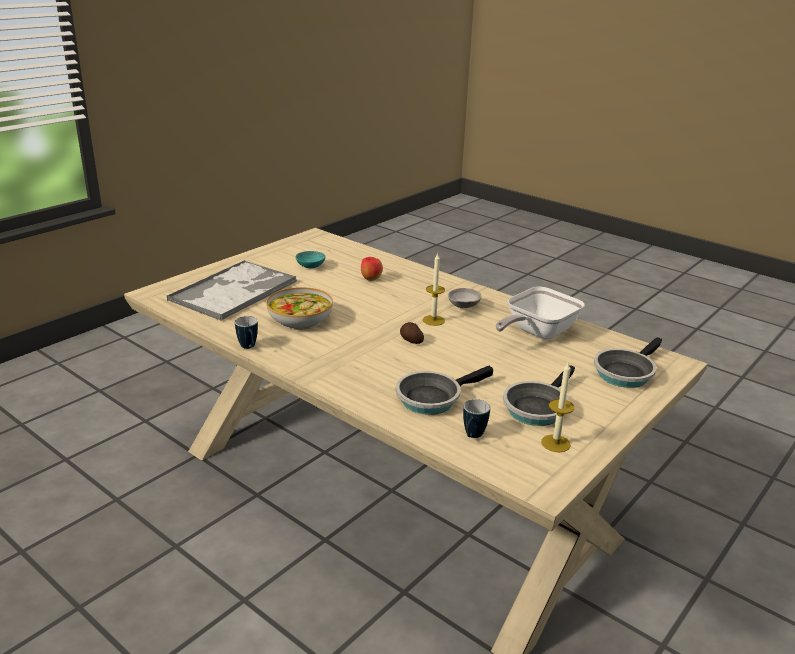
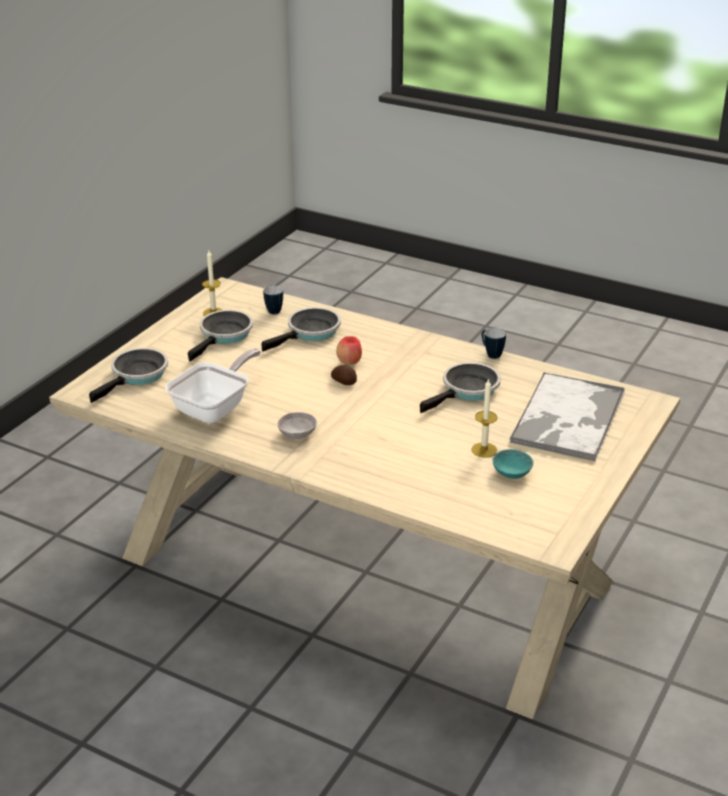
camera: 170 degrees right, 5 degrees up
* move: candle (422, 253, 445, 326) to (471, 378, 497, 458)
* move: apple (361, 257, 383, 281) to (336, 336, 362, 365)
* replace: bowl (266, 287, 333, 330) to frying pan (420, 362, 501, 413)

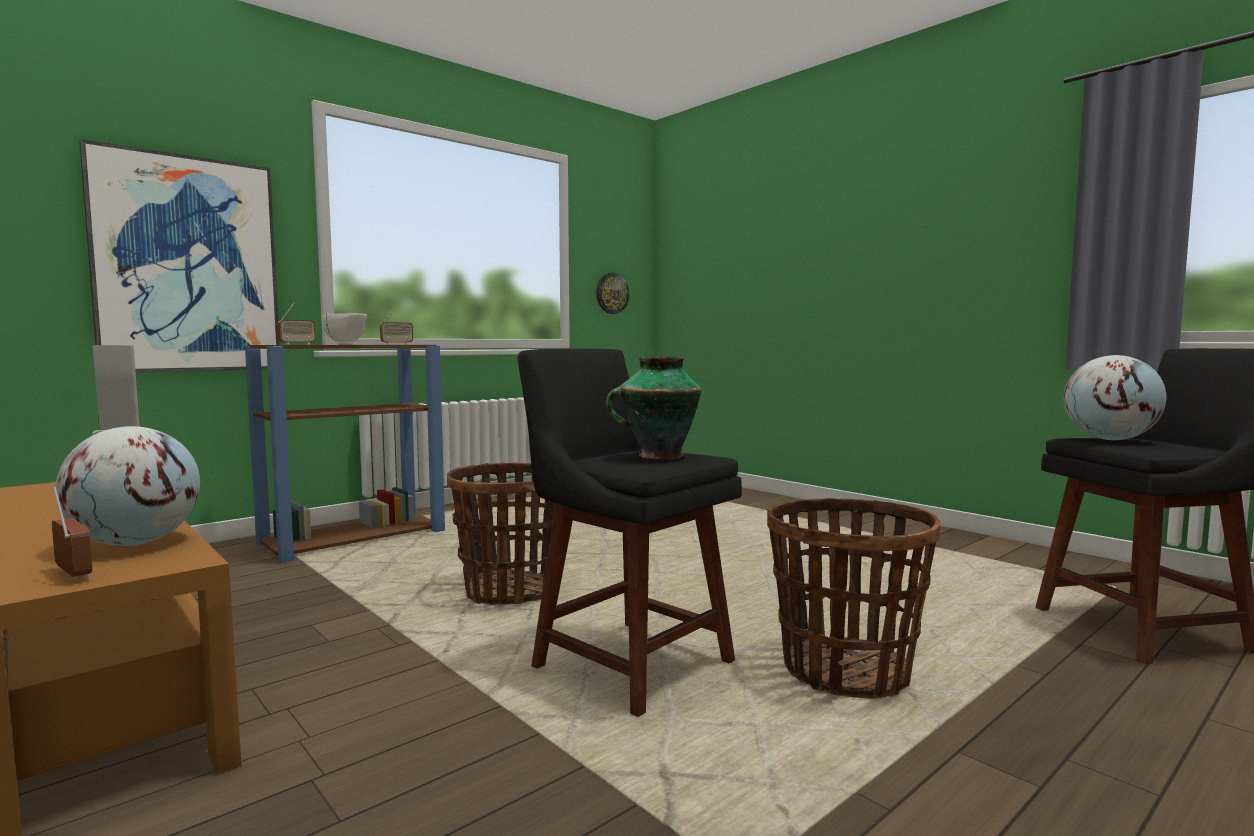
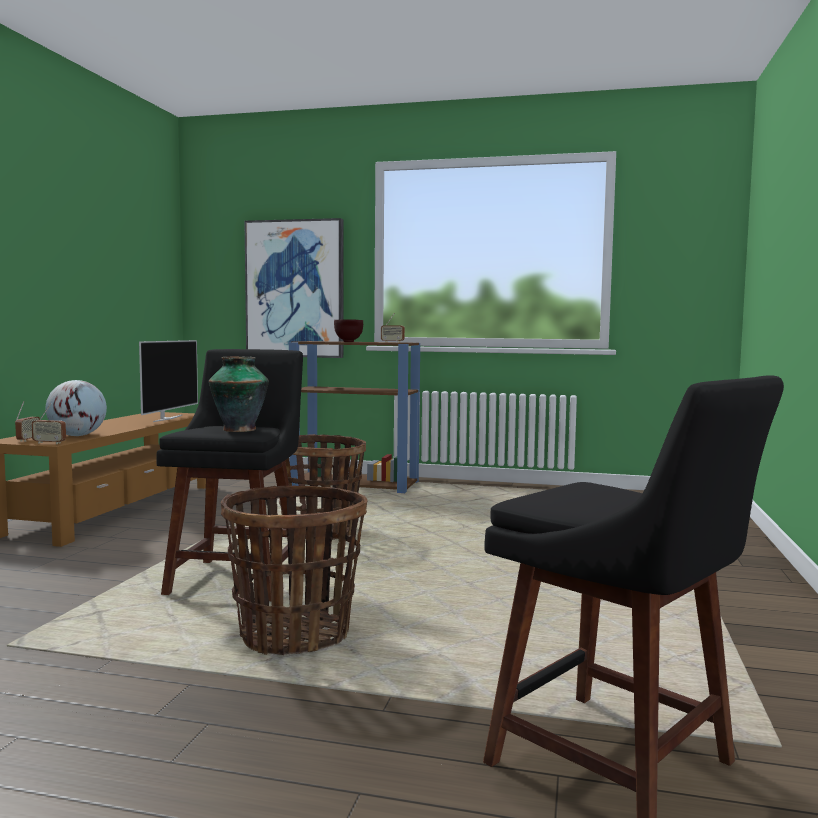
camera: 55 degrees right, 0 degrees up
* delete: wall clock (596, 272, 629, 314)
* move: radio (277, 302, 316, 345) to (32, 403, 66, 444)
* recolor: bowl in white (322, 313, 367, 345) to bowl in brown (334, 319, 363, 342)
* delete: globe (1064, 355, 1167, 440)

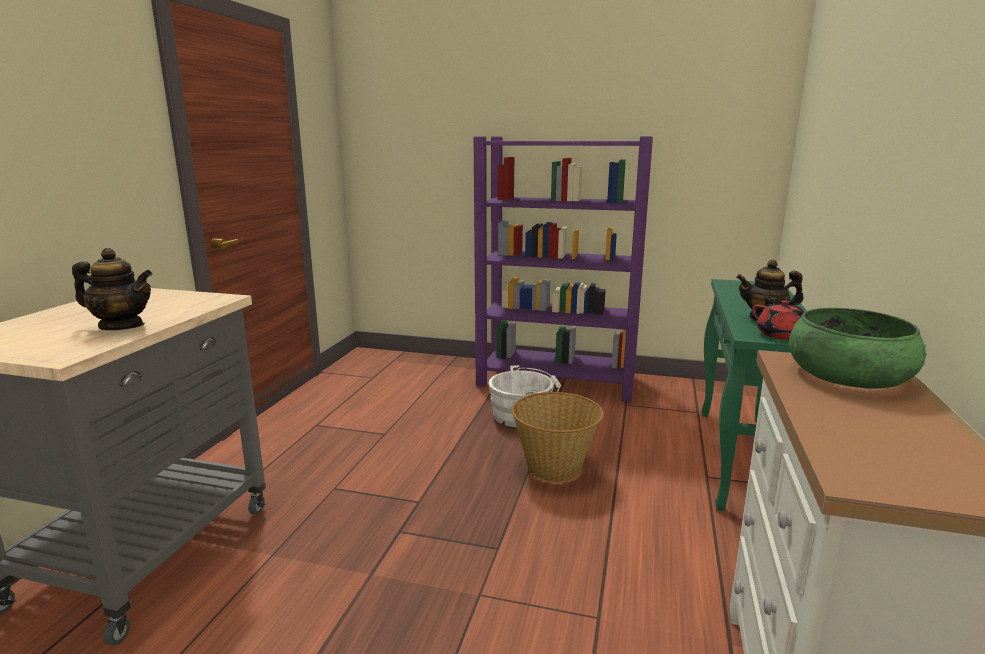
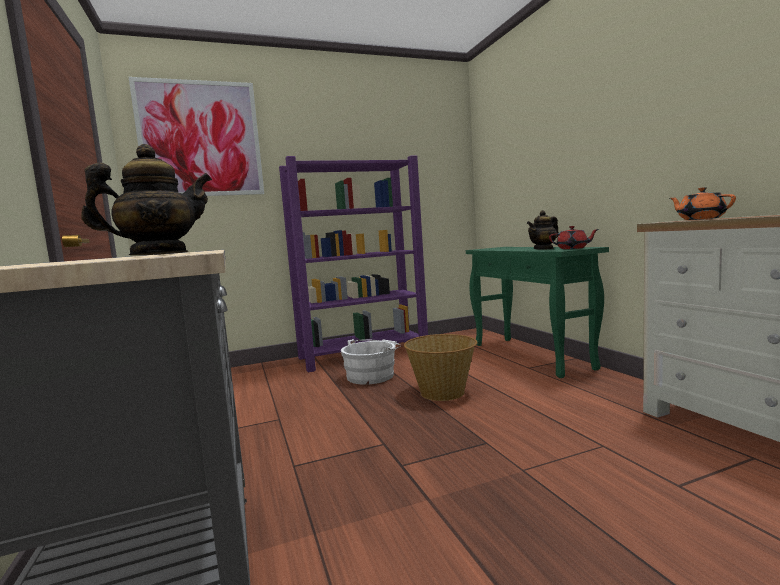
camera: 35 degrees left, 10 degrees down
* replace: bowl in green (789, 308, 927, 389) to teapot in orange (670, 187, 736, 220)
* insert: picture (129, 77, 264, 196)

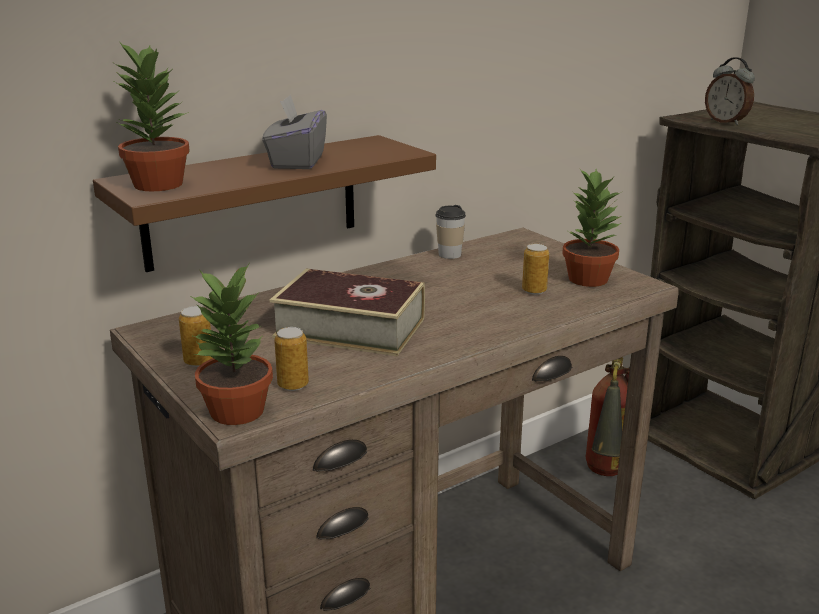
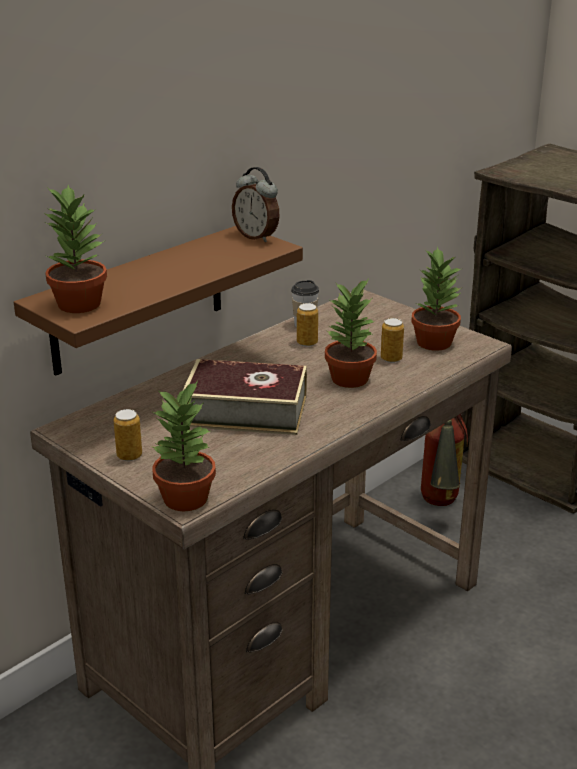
camera: 10 degrees left, 5 degrees up
* move: alarm clock (705, 57, 755, 125) to (232, 167, 279, 242)
* delete: tissue box in grey (262, 95, 327, 169)
* move: can (274, 327, 309, 391) to (297, 303, 318, 347)
* insert: potted plant (325, 279, 377, 388)

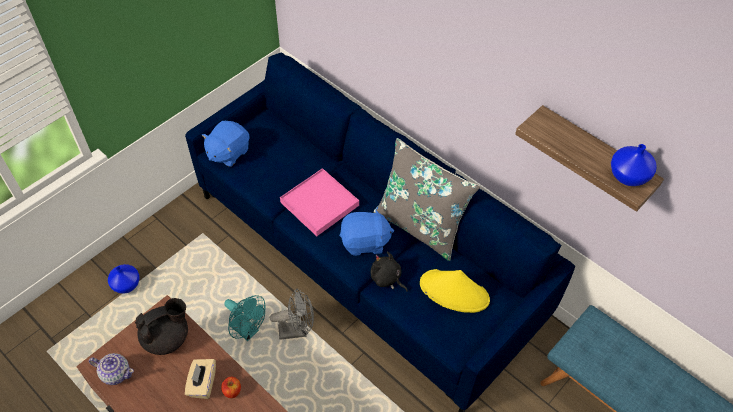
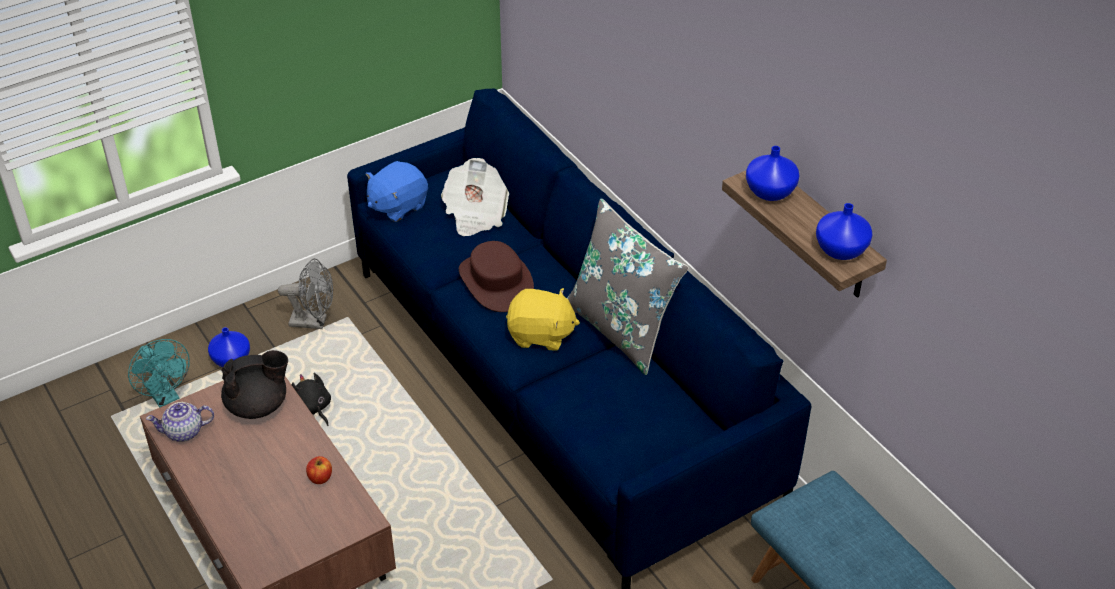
camera: 15 degrees right, 10 degrees down
* replace: tray in pink (280, 168, 359, 236) to hat in brown (459, 241, 534, 312)
* recolor: plush toy in blue (340, 207, 394, 256) to plush toy in yellow (506, 288, 580, 351)
* move: plush toy in black (371, 251, 408, 292) to (291, 373, 331, 426)
* delete: hat in yellow (420, 269, 490, 313)
* move: fan in grey (270, 289, 314, 340) to (278, 258, 333, 329)
* move: fan in turquoise (224, 295, 265, 341) to (128, 339, 190, 408)
* rotate: teapot (89, 353, 134, 385) = (146, 402, 214, 442) 135 degrees clockwise
* delete: tissue box in beige (185, 359, 216, 399)
* insert: vase in blue (746, 146, 799, 201)
* insert: newspaper (441, 158, 509, 236)

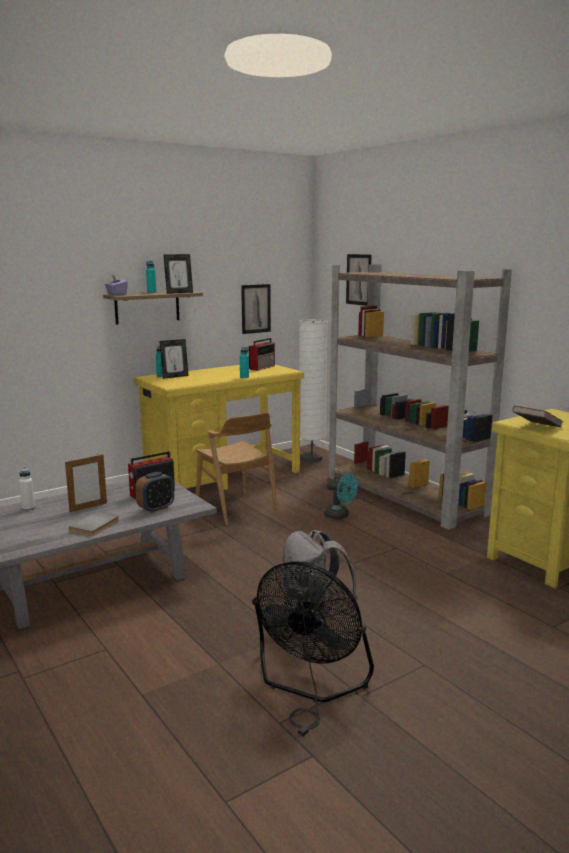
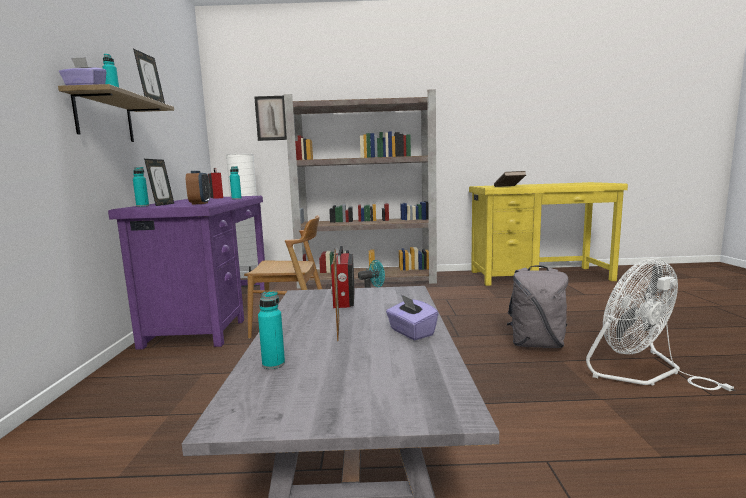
camera: 55 degrees left, 5 degrees down
* delete: picture (241, 284, 271, 334)
* recolor: desk in yellow (134, 365, 304, 490) to desk in purple (108, 196, 265, 350)
* recolor: bottle in white (19, 468, 35, 511) to bottle in turquoise (258, 291, 285, 369)
* move: alarm clock (135, 472, 174, 513) to (186, 171, 210, 205)
* replace: book in grey (69, 511, 119, 536) to tissue box in purple (386, 294, 439, 340)
* recolor: fan in black (252, 562, 374, 736) to fan in white (586, 259, 734, 391)

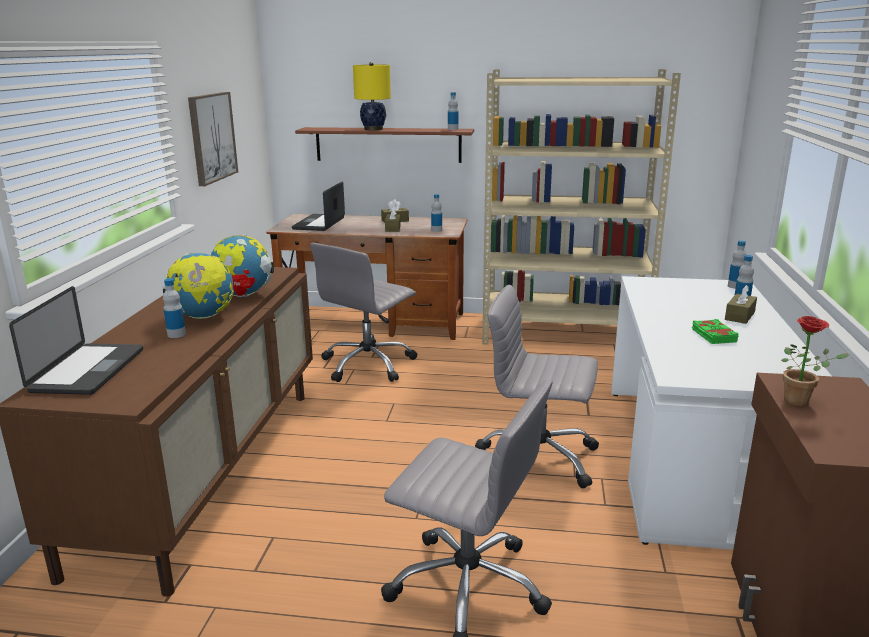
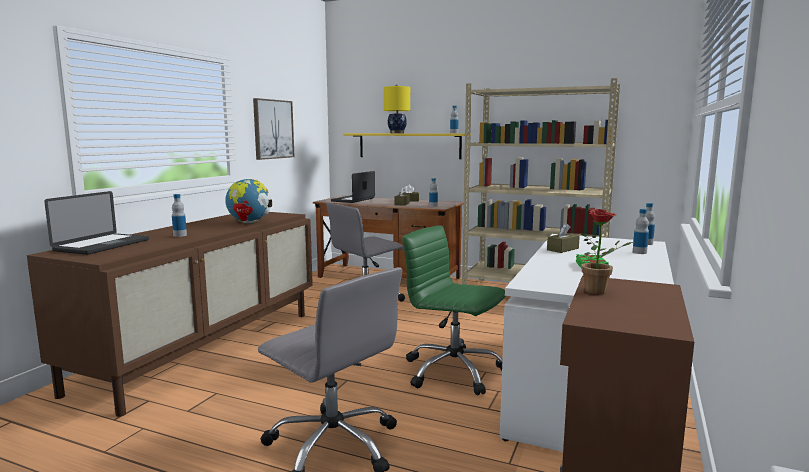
camera: 15 degrees right, 10 degrees down
* recolor: shelf in brown (295, 127, 474, 163) to shelf in yellow (343, 133, 471, 159)
* delete: globe (162, 253, 234, 319)
* recolor: office chair in grey (475, 285, 599, 488) to office chair in green (402, 225, 506, 395)
* move: tissue box in brown (725, 285, 757, 324) to (547, 223, 580, 253)

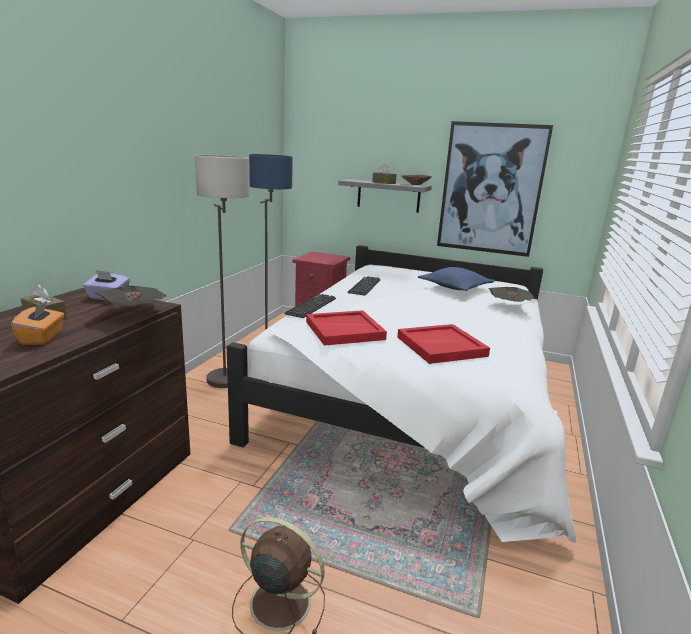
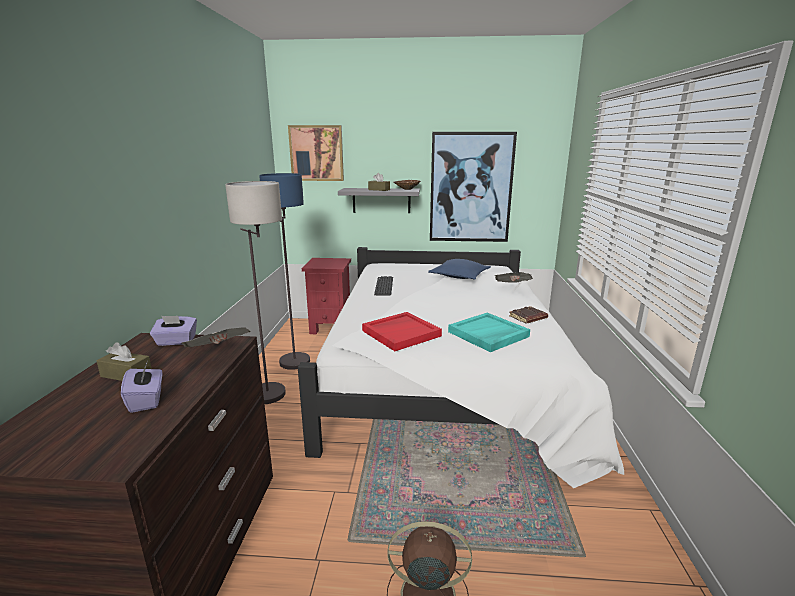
camera: 15 degrees left, 0 degrees up
* delete: keyboard (284, 294, 336, 318)
* recolor: tissue box in orange (11, 301, 64, 345) to tissue box in purple (121, 363, 162, 413)
* recolor: tray in red (397, 324, 490, 364) to tray in turquoise (448, 313, 530, 352)
* insert: picture (288, 125, 344, 181)
* insert: book in brown (509, 306, 548, 324)

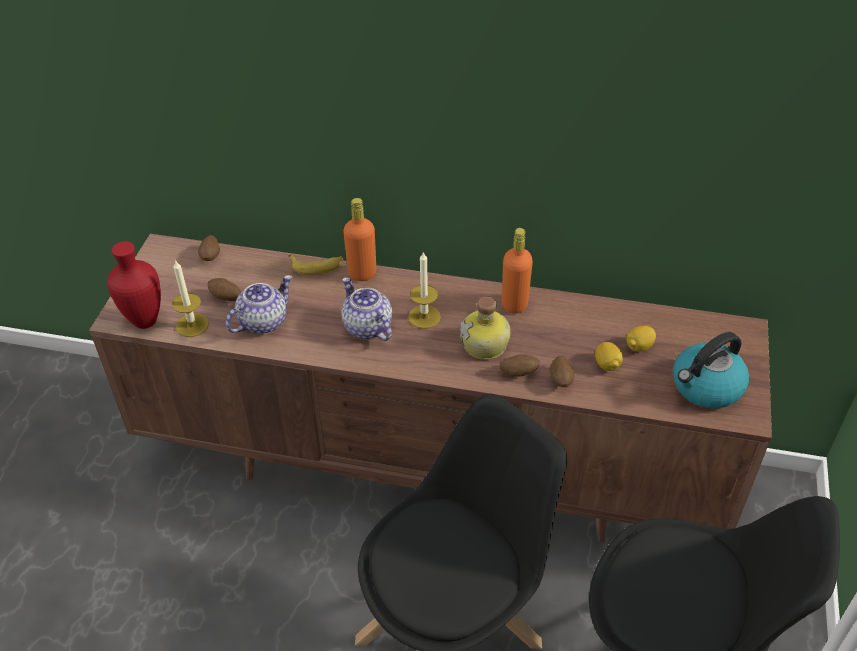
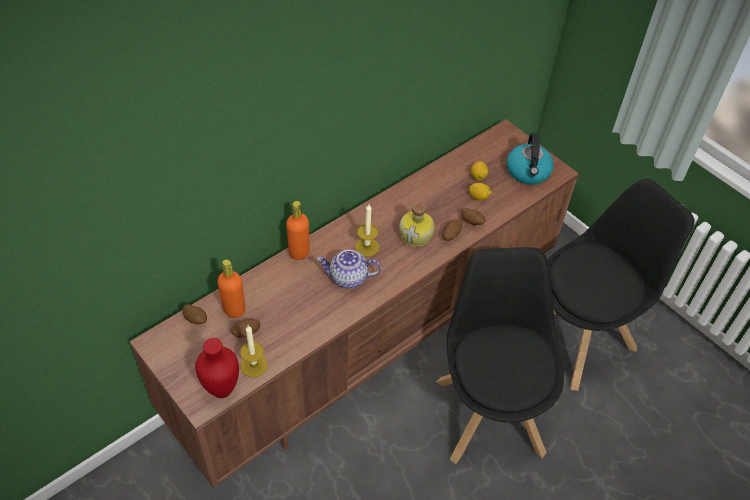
camera: 55 degrees left, 5 degrees up
* move: bottle in orange (502, 228, 533, 314) to (217, 259, 245, 318)
* delete: banana (289, 254, 343, 275)
* delete: teapot (225, 275, 292, 334)

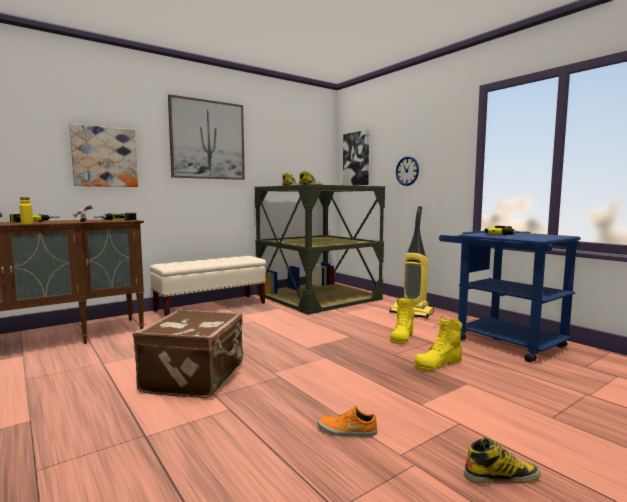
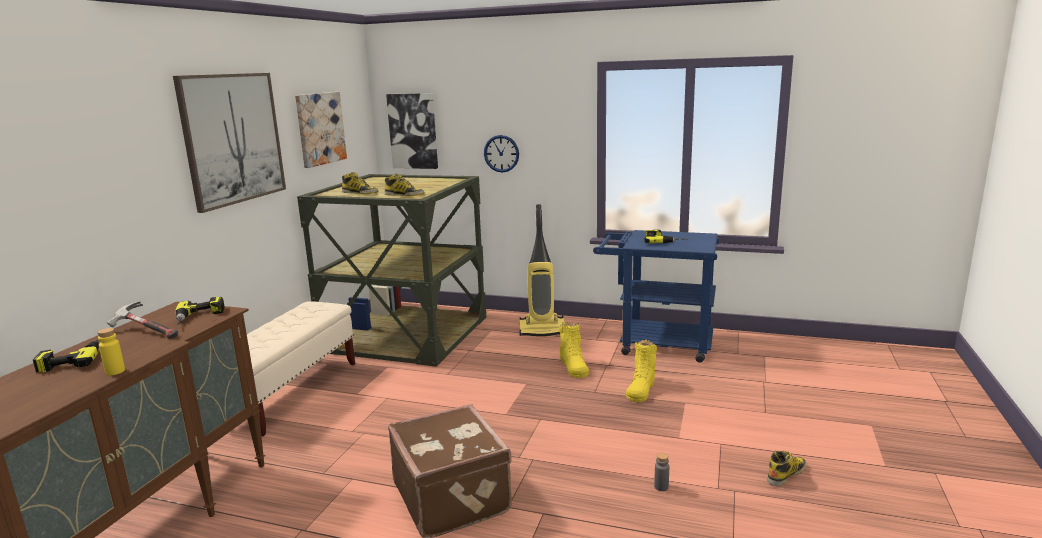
camera: 35 degrees left, 10 degrees up
* move: picture (70, 124, 138, 187) to (295, 92, 347, 168)
* replace: shoe in orange (317, 406, 377, 437) to bottle in grey (654, 453, 669, 491)

